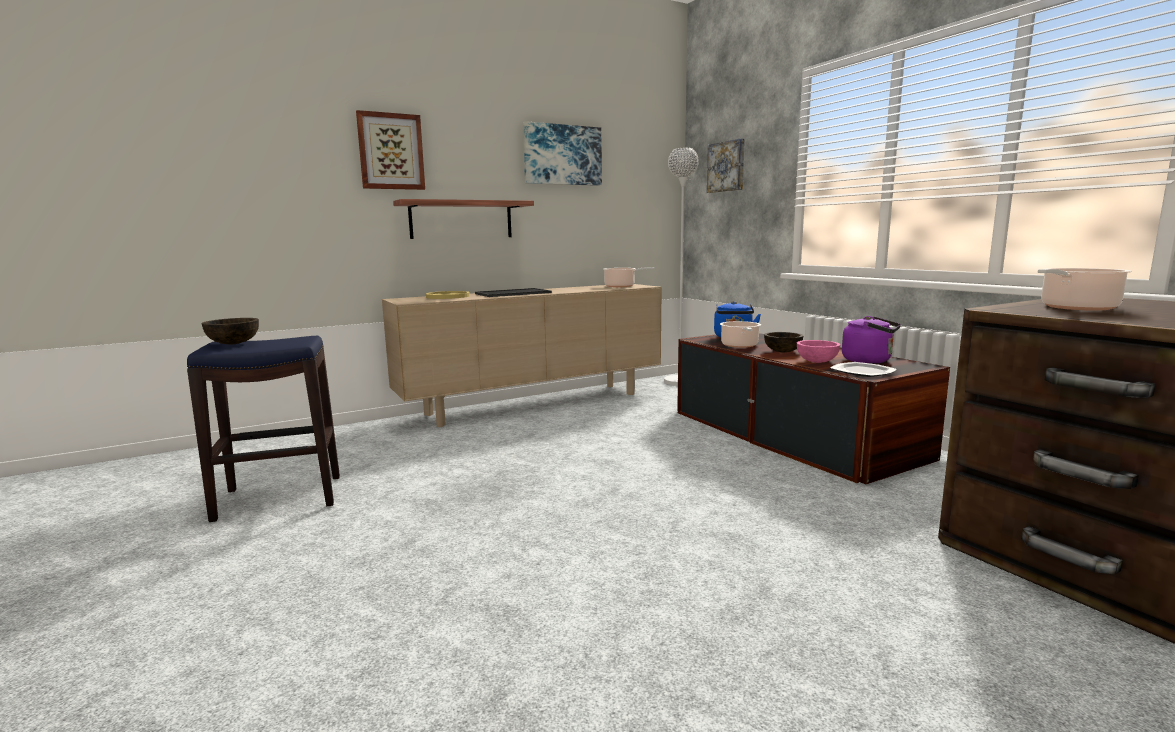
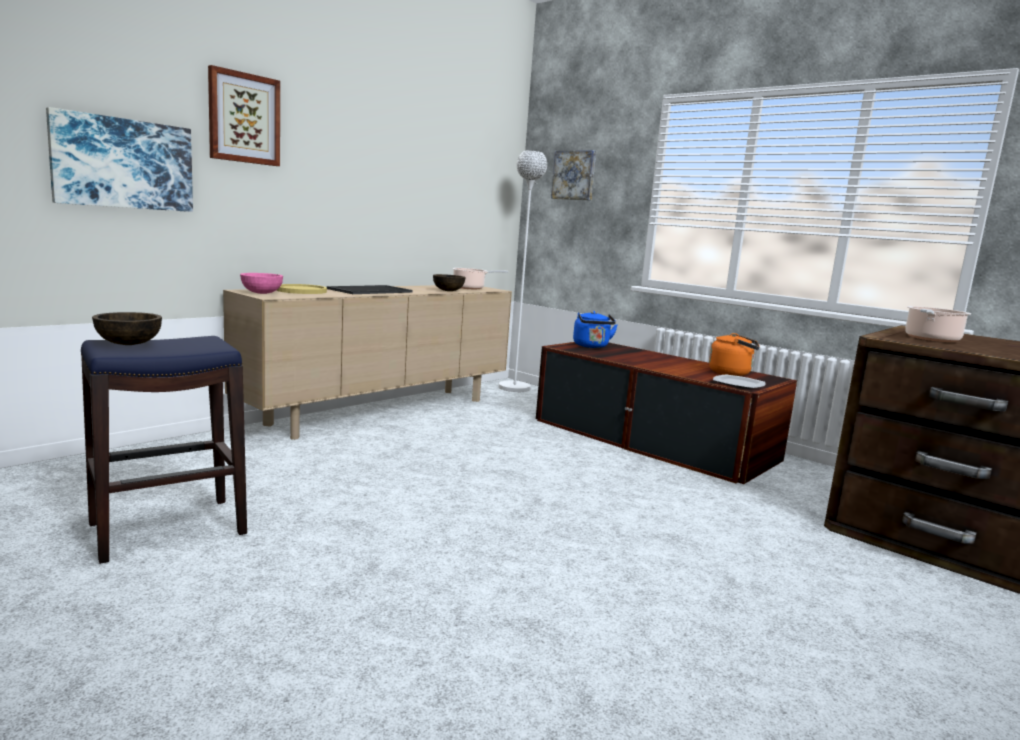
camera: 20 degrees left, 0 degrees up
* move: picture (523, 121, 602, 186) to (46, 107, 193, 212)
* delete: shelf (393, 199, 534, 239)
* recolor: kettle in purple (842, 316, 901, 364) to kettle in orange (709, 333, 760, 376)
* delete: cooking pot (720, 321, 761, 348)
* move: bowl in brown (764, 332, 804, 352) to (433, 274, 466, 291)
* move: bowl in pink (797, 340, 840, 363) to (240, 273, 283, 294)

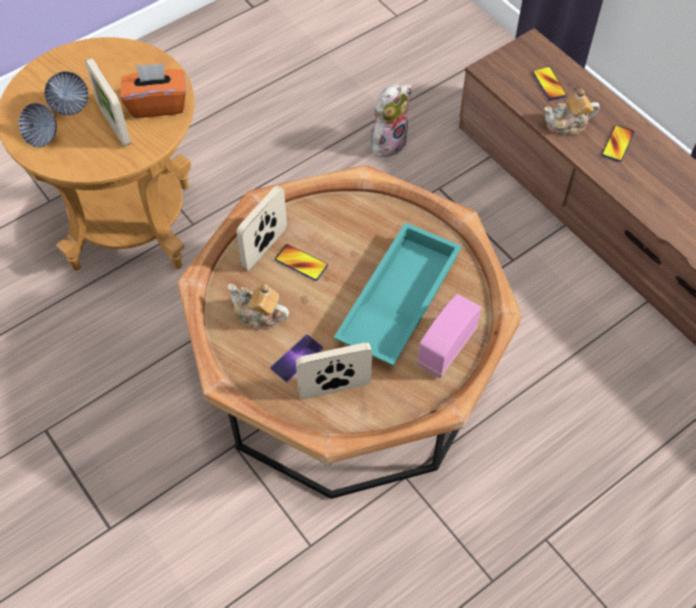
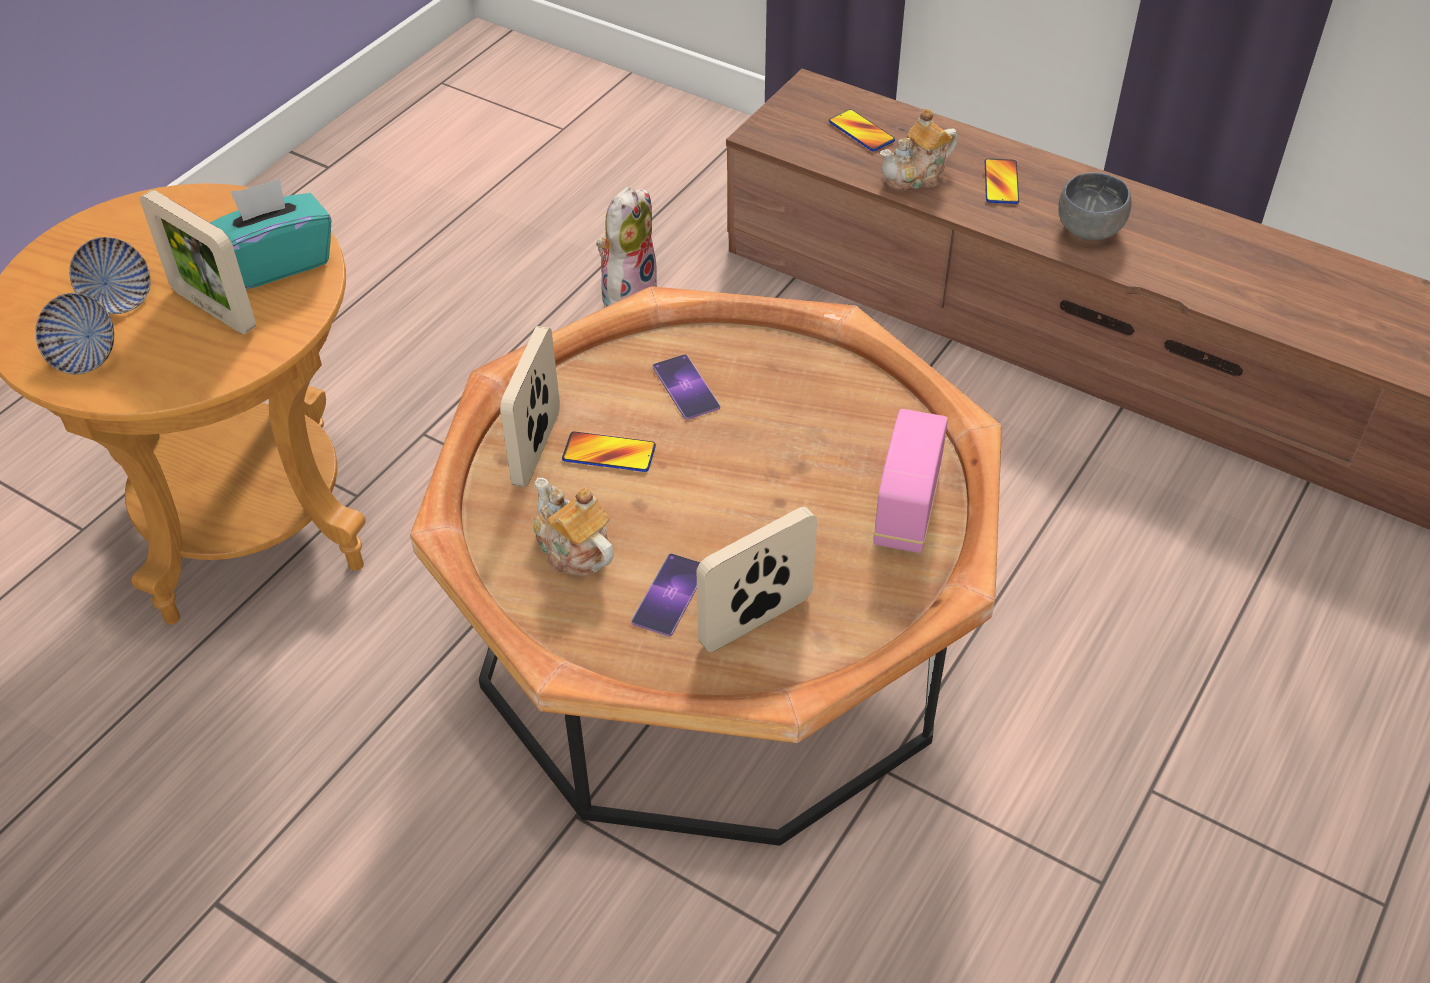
camera: 20 degrees left, 10 degrees down
* recolor: tissue box in orange (120, 63, 186, 118) to tissue box in turquoise (210, 178, 331, 289)
* delete: tray in turquoise (334, 222, 462, 366)
* rotate: teapot (228, 284, 289, 331) = (533, 478, 614, 576) 45 degrees clockwise
* insert: bowl in grey (1058, 172, 1132, 240)
* insert: phone (653, 354, 720, 420)

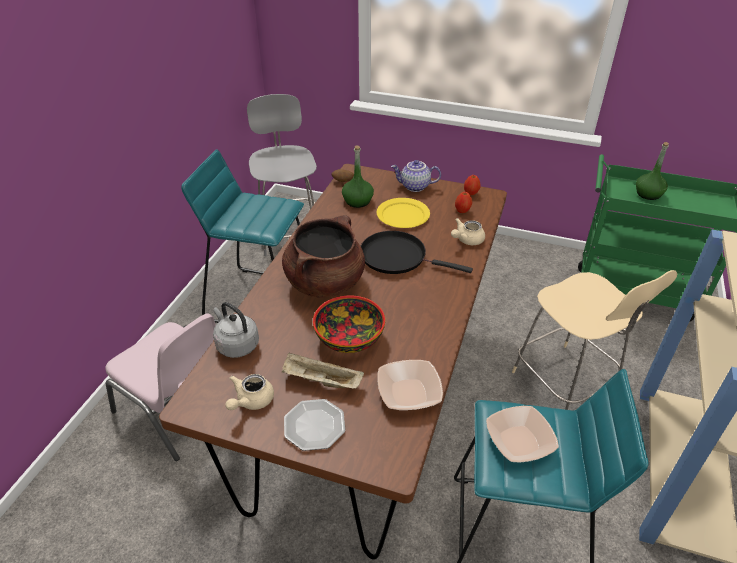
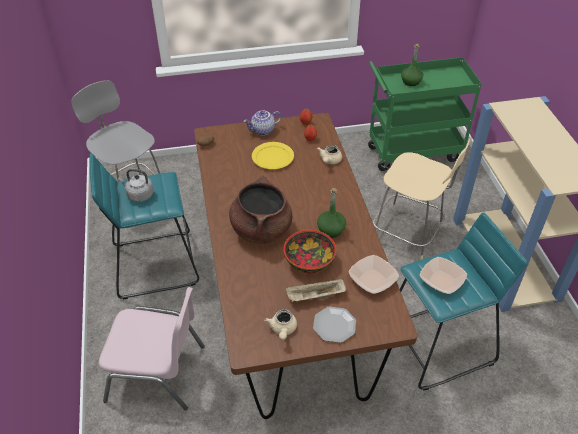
camera: 30 degrees left, 5 degrees up
* move: bottle in green (342, 145, 374, 208) to (317, 188, 346, 238)
* delete: frying pan in black (361, 231, 473, 274)
* move: kettle in grey (213, 302, 259, 358) to (118, 169, 154, 202)

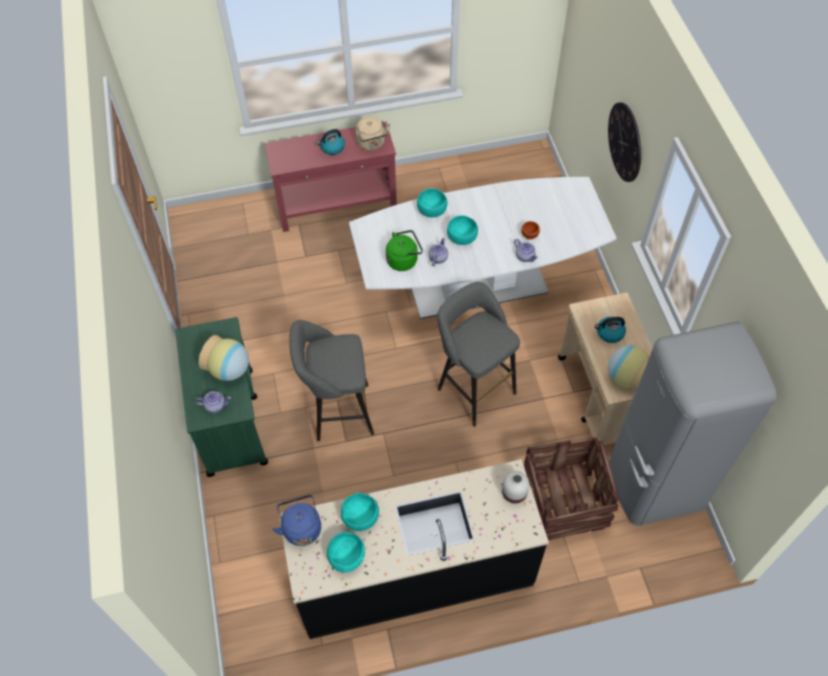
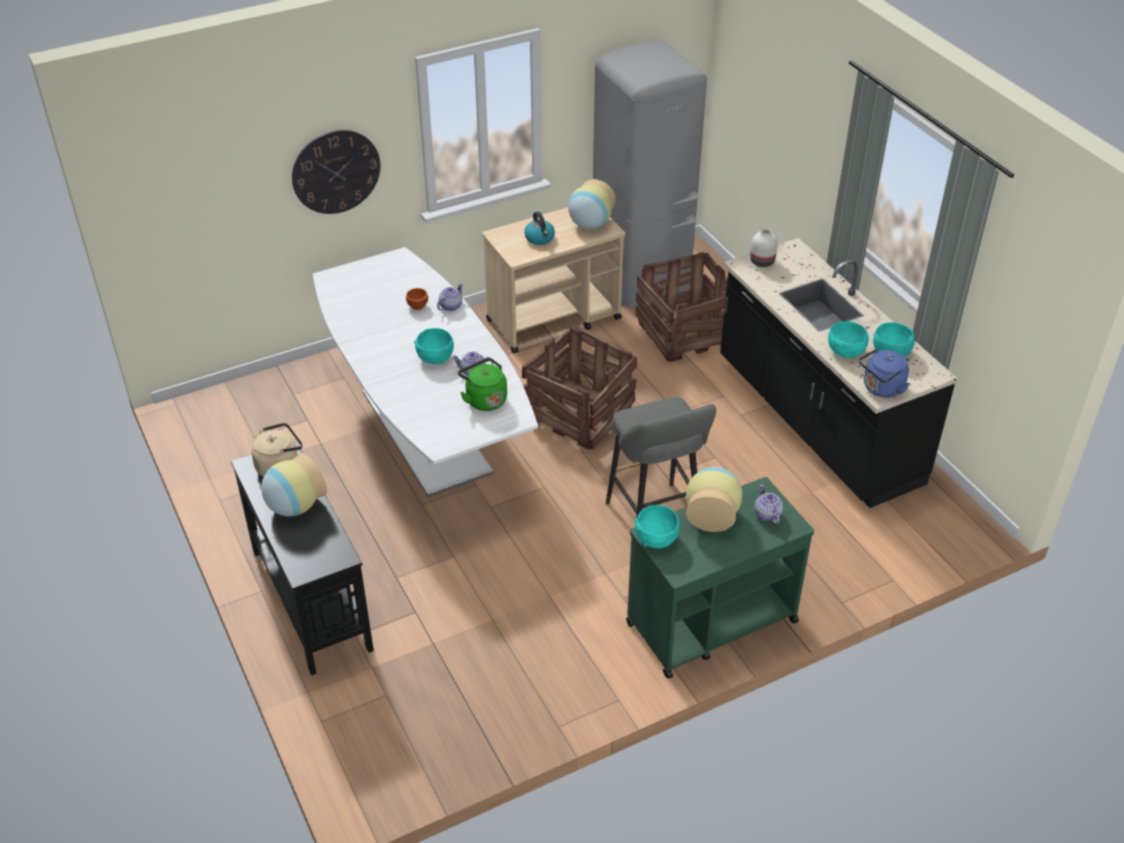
camera: 105 degrees left, 15 degrees down
* recolor: console table in red (264, 122, 397, 232) to console table in black (231, 440, 374, 676)
* replace: kettle (317, 129, 345, 155) to vase (261, 453, 327, 516)
* move: bowl in turquoise (417, 188, 447, 217) to (634, 505, 680, 549)
* replace: stool in grey (437, 282, 520, 427) to crate (522, 325, 637, 450)

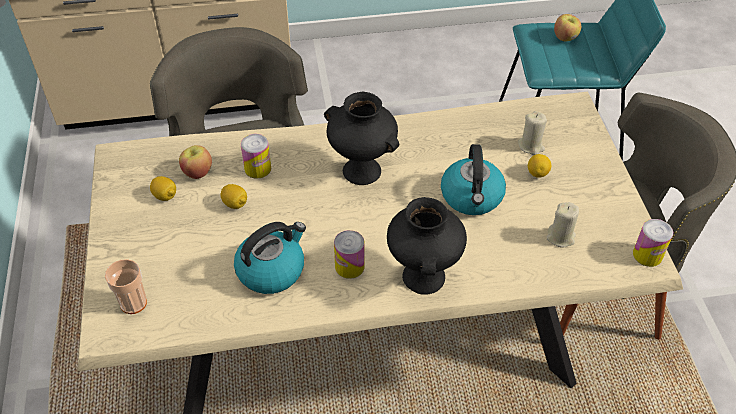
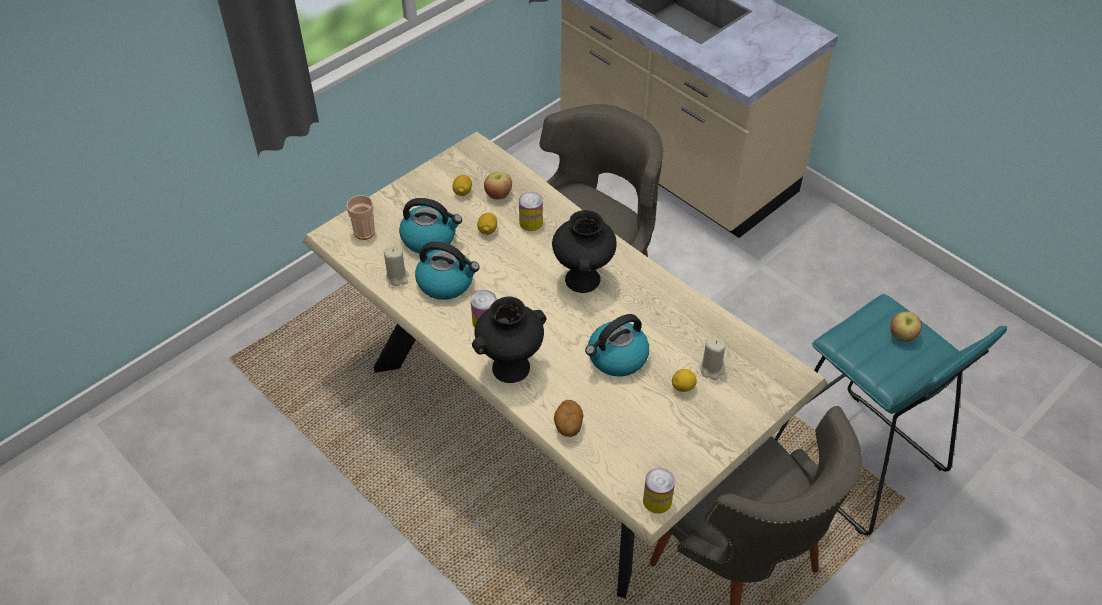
camera: 55 degrees right, 0 degrees up
* move: candle in beige (546, 202, 579, 248) to (384, 246, 409, 286)
* insert: kettle (399, 198, 462, 254)
* insert: potato (554, 400, 584, 437)

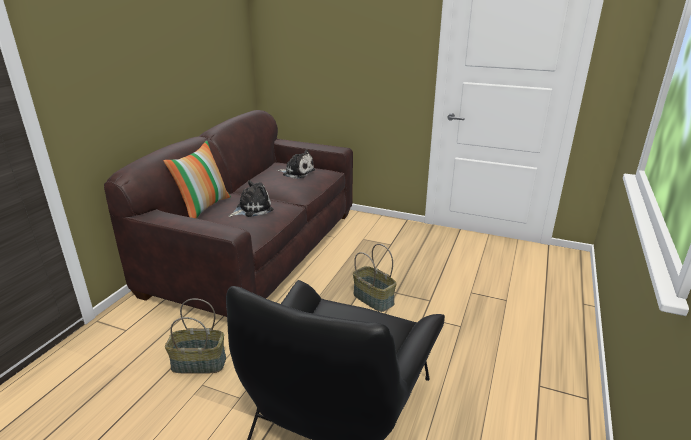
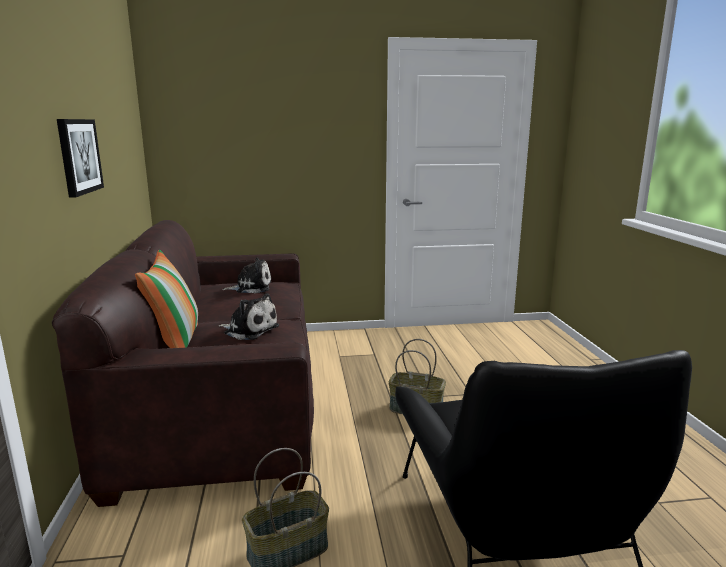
camera: 30 degrees left, 10 degrees down
* rotate: plush toy (229, 180, 273, 217) = (219, 293, 279, 340) 90 degrees clockwise
* insert: picture (57, 119, 104, 197)

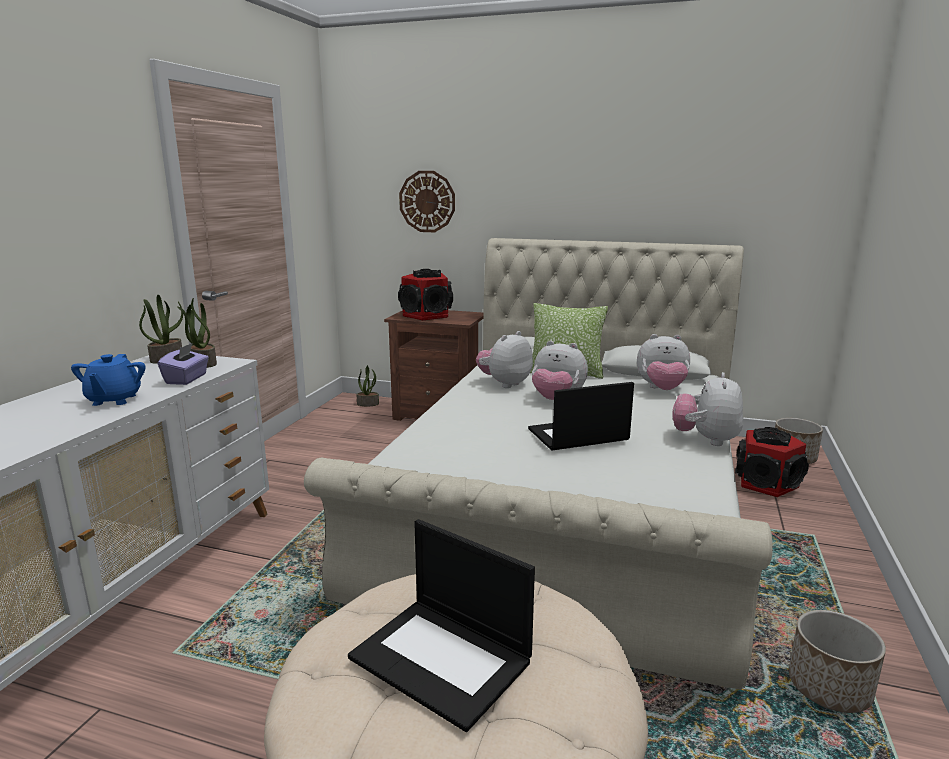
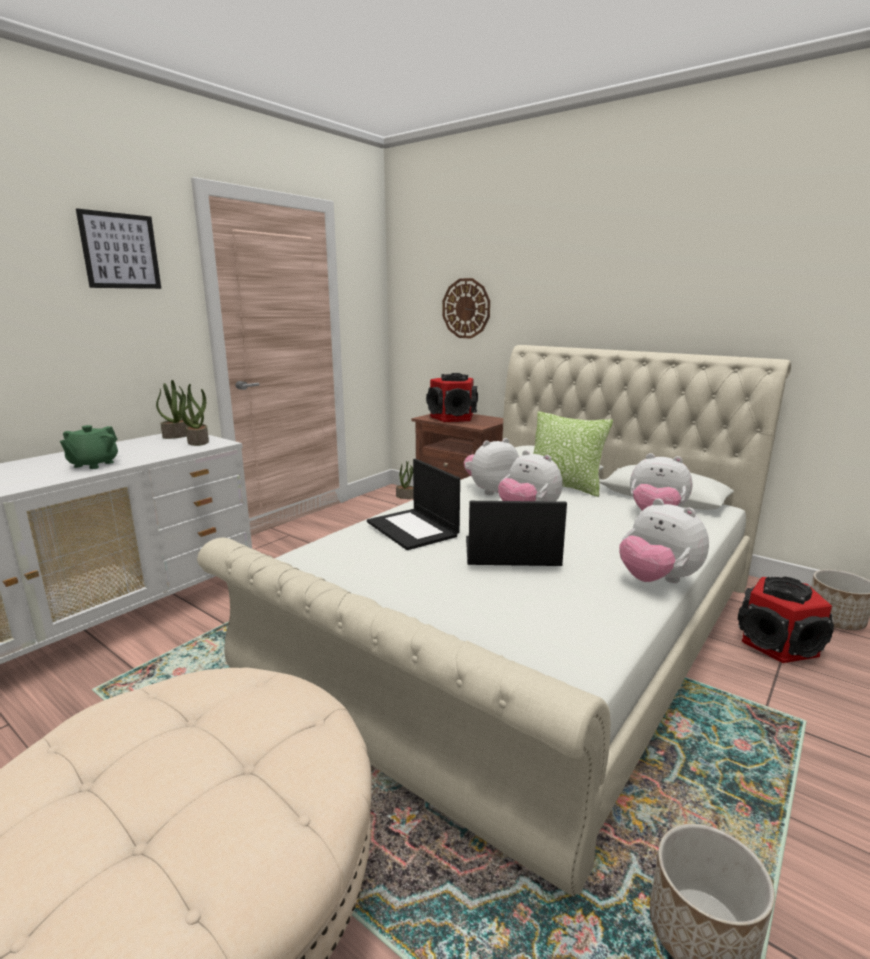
camera: 20 degrees right, 0 degrees up
* delete: tissue box in purple (158, 343, 209, 385)
* recolor: teapot in blue (71, 354, 145, 406) to teapot in green (60, 425, 118, 469)
* rotate: plush toy (673, 372, 743, 446) = (619, 499, 709, 583) 75 degrees counterclockwise
* move: laptop (348, 519, 535, 732) to (367, 459, 460, 550)
* insert: picture (76, 209, 161, 289)

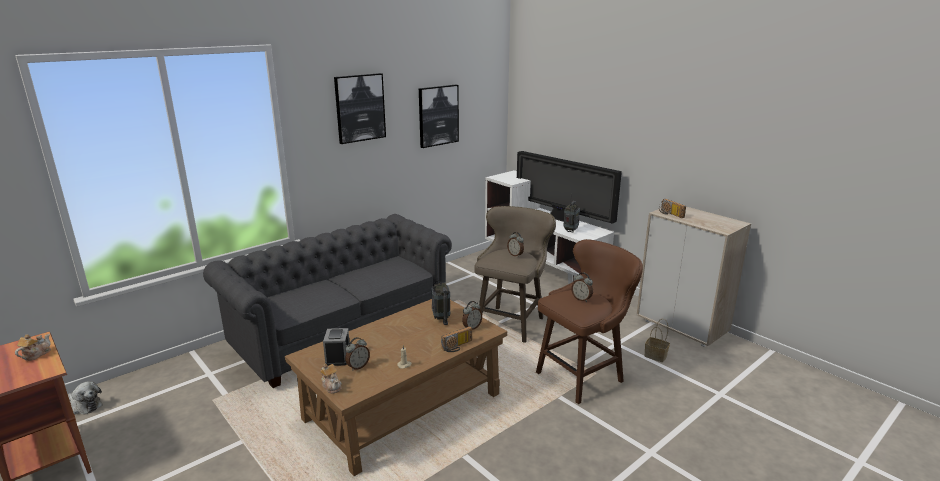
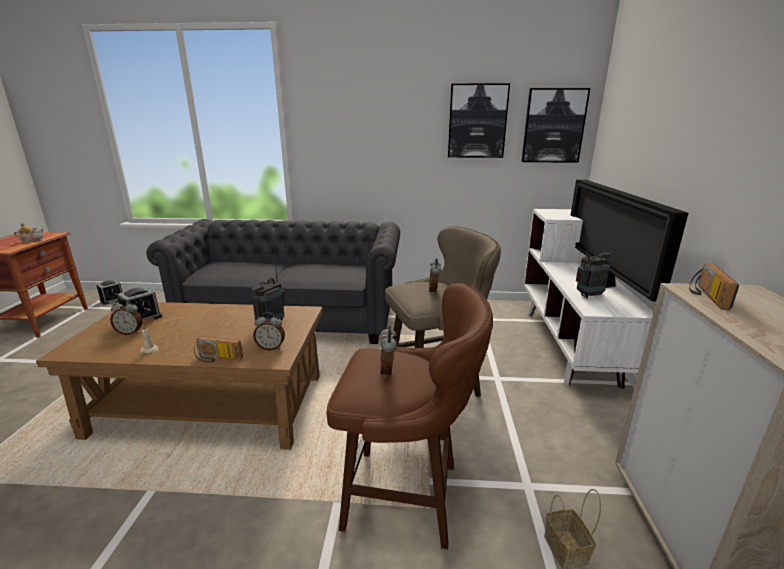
camera: 45 degrees right, 0 degrees up
* move: picture (334, 73, 386, 144) to (521, 88, 590, 163)
* delete: teapot (320, 363, 342, 394)
* replace: plush toy (68, 381, 103, 415) to alarm clock (97, 280, 122, 305)

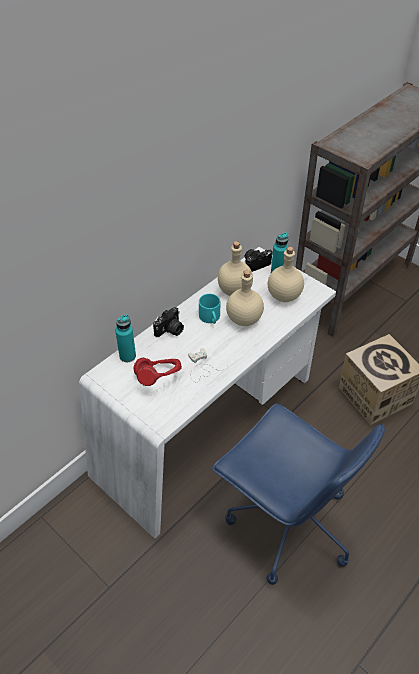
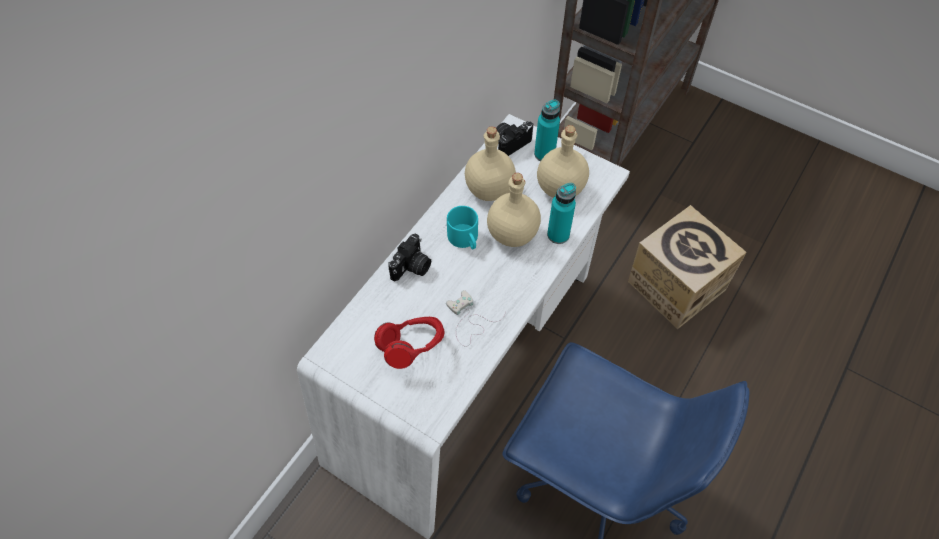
camera: 10 degrees left, 10 degrees up
* move: bottle in turquoise (115, 315, 136, 362) to (547, 183, 576, 244)

